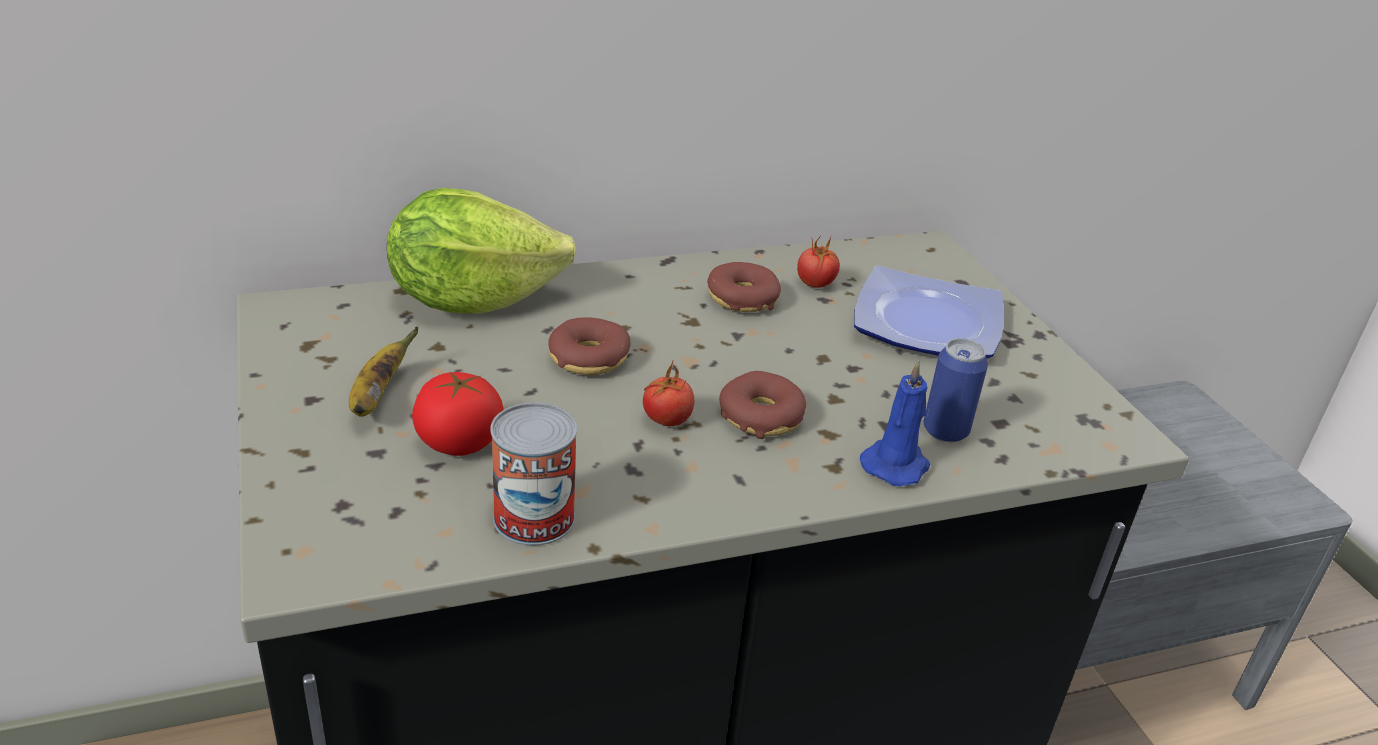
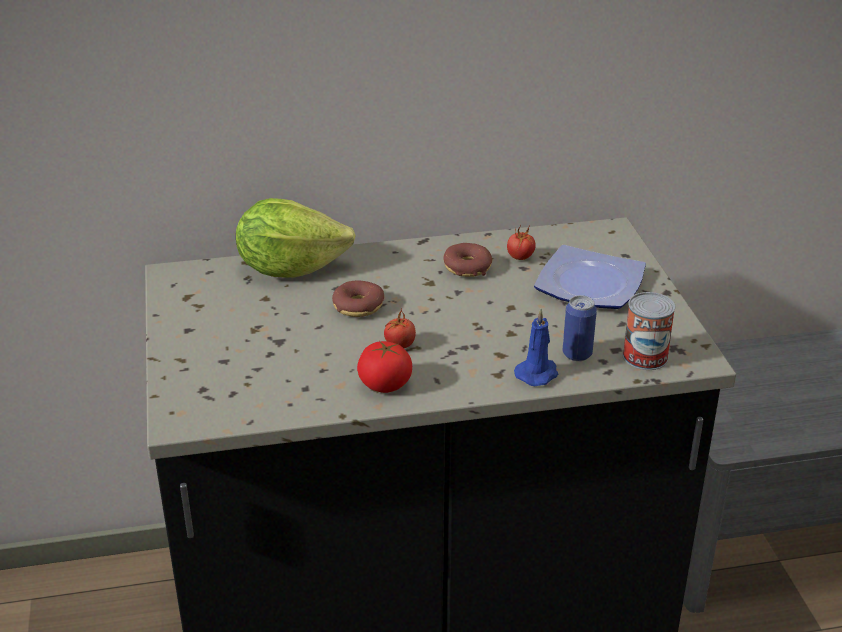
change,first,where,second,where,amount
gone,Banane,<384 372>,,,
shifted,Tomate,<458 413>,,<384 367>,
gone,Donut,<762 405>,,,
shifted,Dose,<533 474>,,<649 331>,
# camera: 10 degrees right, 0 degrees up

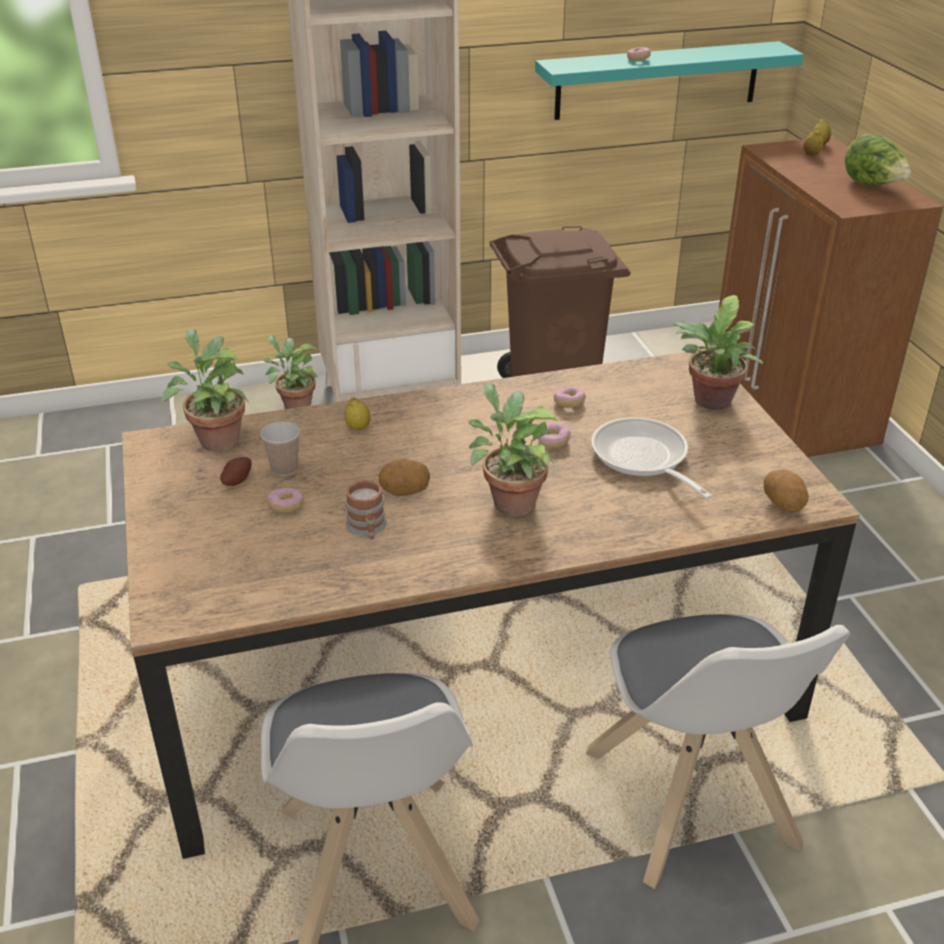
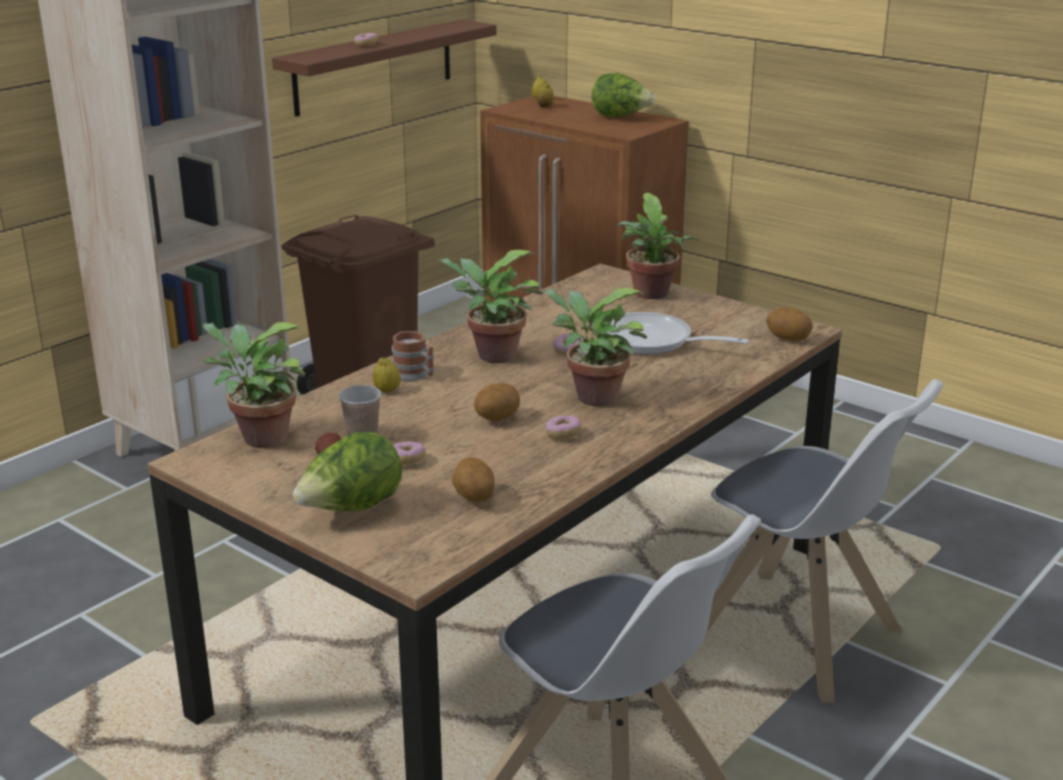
change,first,where,second,where,amount
repainted,Wandregal (türkis),<669 80>,Wandregal (braun),<384 68>,
shifted,Topfpflanze,<290 372>,,<490 306>,
shifted,Donut,<570 397>,,<563 427>,
shifted,Henkelbecher,<366 509>,,<413 356>,
new,,,Salatkopf,<347 471>,
new,,,Kartoffel,<473 479>,
# camera: 35 degrees left, 10 degrees down

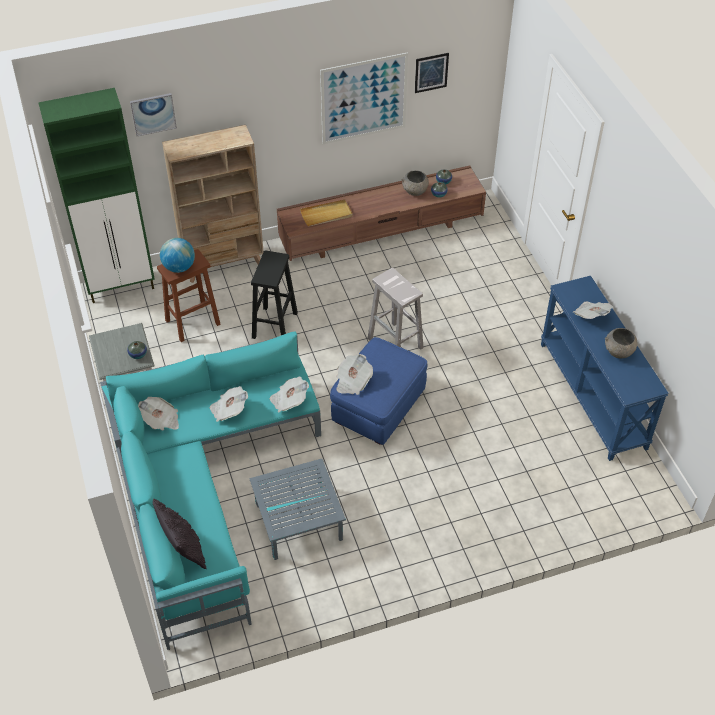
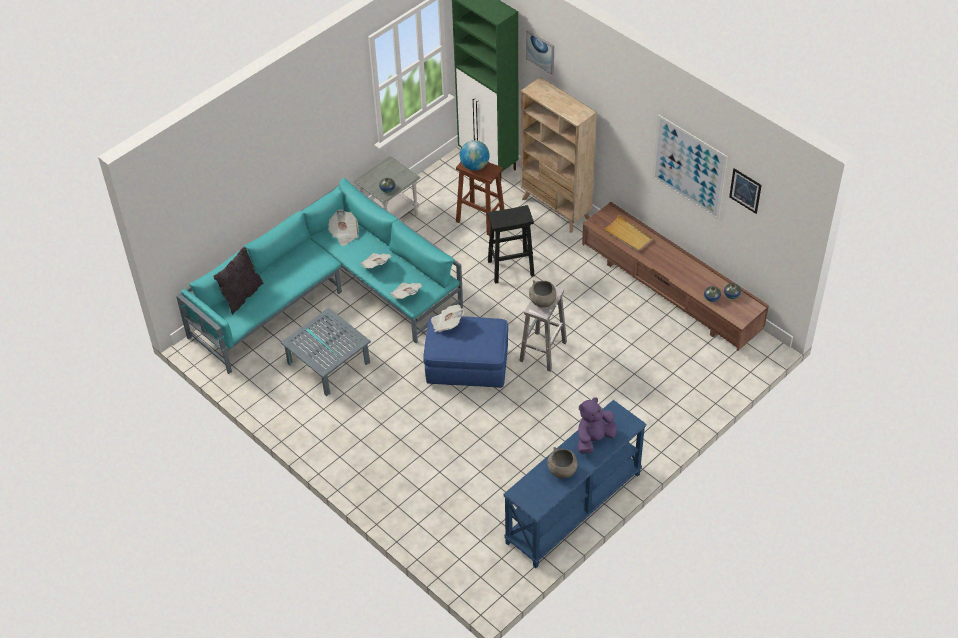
change,first,where,second,where,amount
shifted,Schüssel (grau),<415 183>,,<542 294>,
swapped,Zeitung,<593 310>,Plüschtier (lila),<597 425>,
# camera: 65 degrees right, 0 degrees up

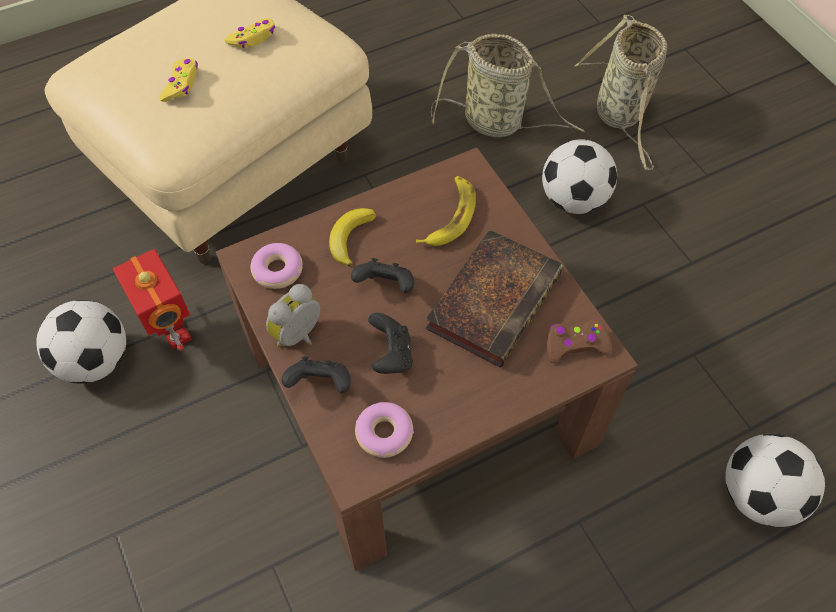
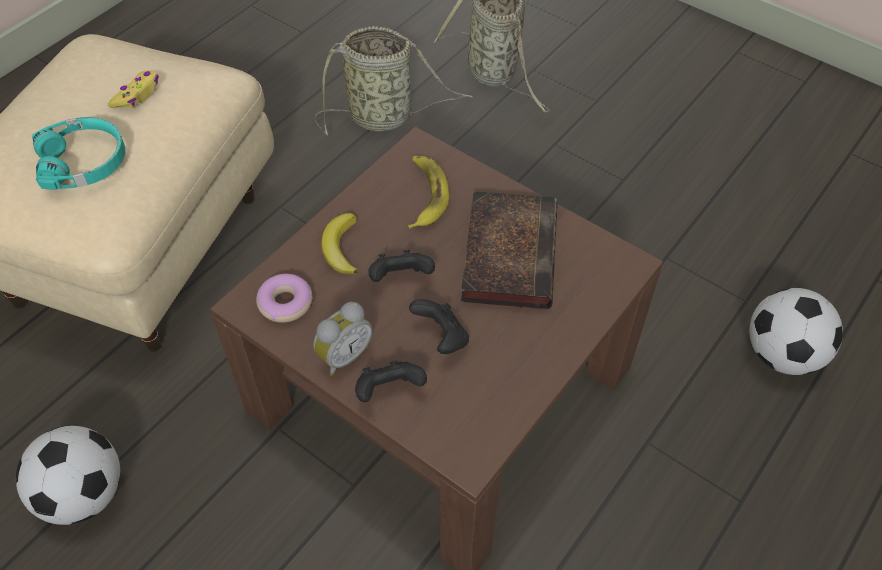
change,first,where,second,where,amount
swapped,Gamepad (gelb),<179 80>,Kopfhörer (türkis),<78 153>,
gone,Fußball,<579 176>,,,
gone,Spielzeugroboter,<152 300>,,,
rotated,Wecker,<293 315>,,<342 339>,150 degrees counterclockwise
gone,Gamepad (braun),<579 341>,,,
gone,Donut,<384 430>,,,
# camera: 25 degrees left, 5 degrees down

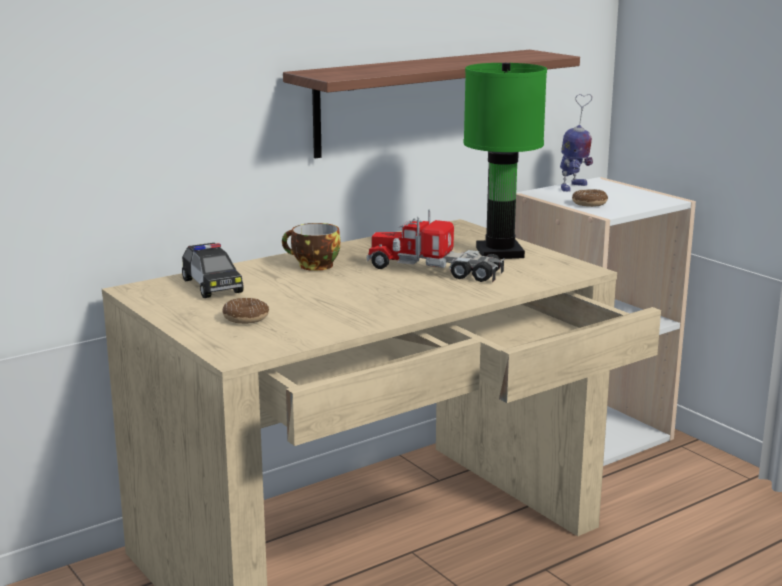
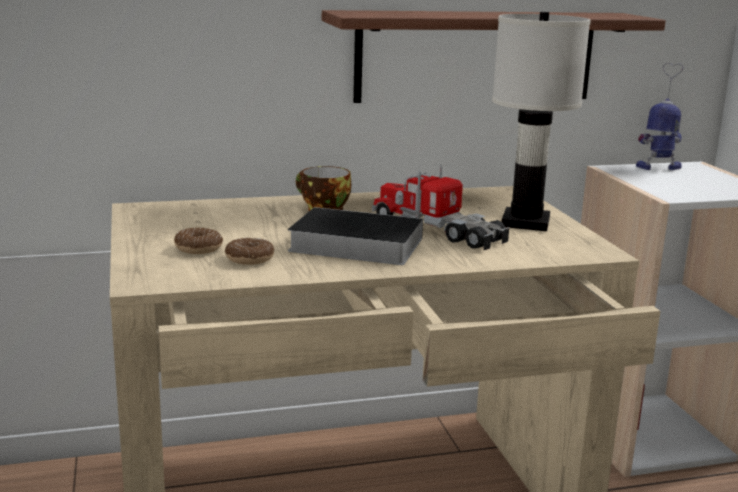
change,first,where,second,where,amount
repainted,Tischlampe (grün),<505 161>,Tischlampe (weiß),<541 121>,
rotated,Spielzeugroboter,<576 143>,,<659 116>,150 degrees counterclockwise
shifted,Donut,<590 198>,,<249 251>,
gone,Spielzeugauto,<213 270>,,,
new,,,Buch,<355 236>,
# camera: 20 degrees right, 0 degrees up

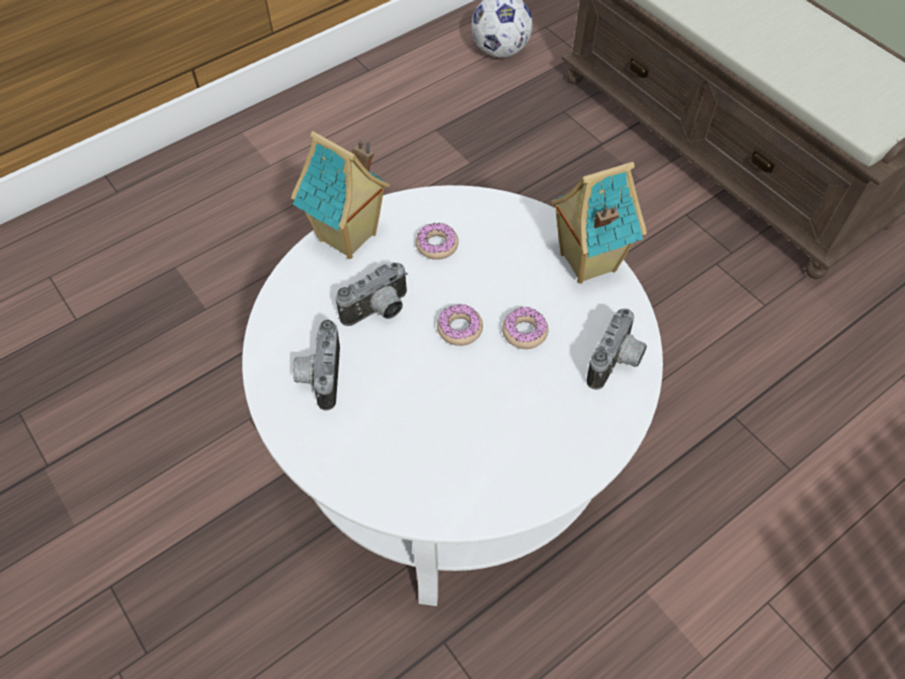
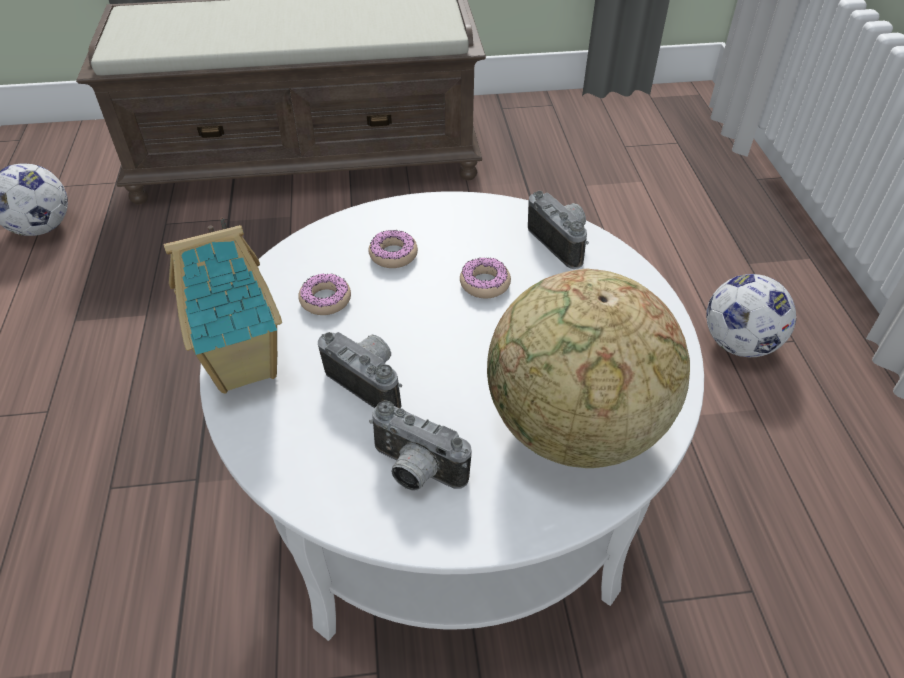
change,first,where,second,where,amount
gone,Spielzeughaus,<598 223>,,,
rotated,Kamera,<372 294>,,<360 370>,45 degrees counterclockwise
shifted,Donut,<460 325>,,<393 249>,
new,,,Globus,<588 368>,
new,,,Fußball,<751 315>,
# camera: 60 degrees left, 10 degrees down

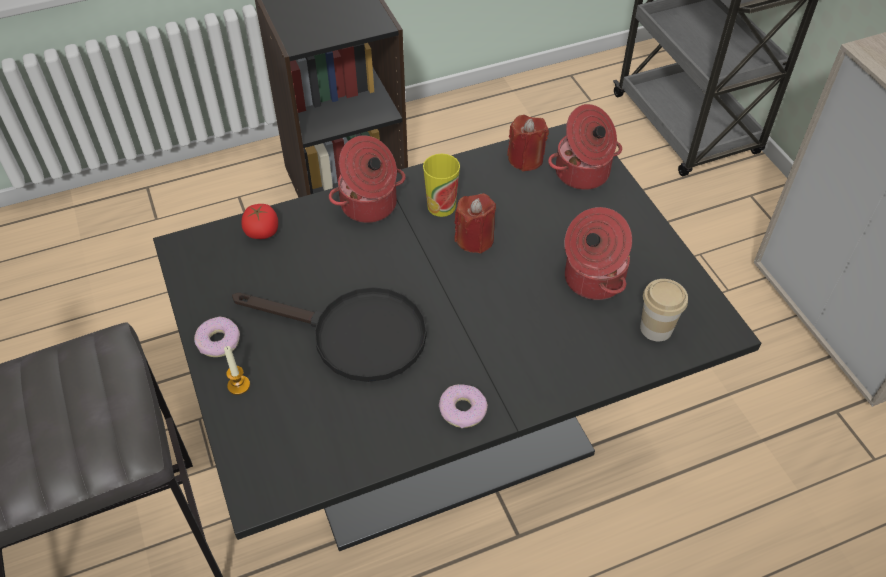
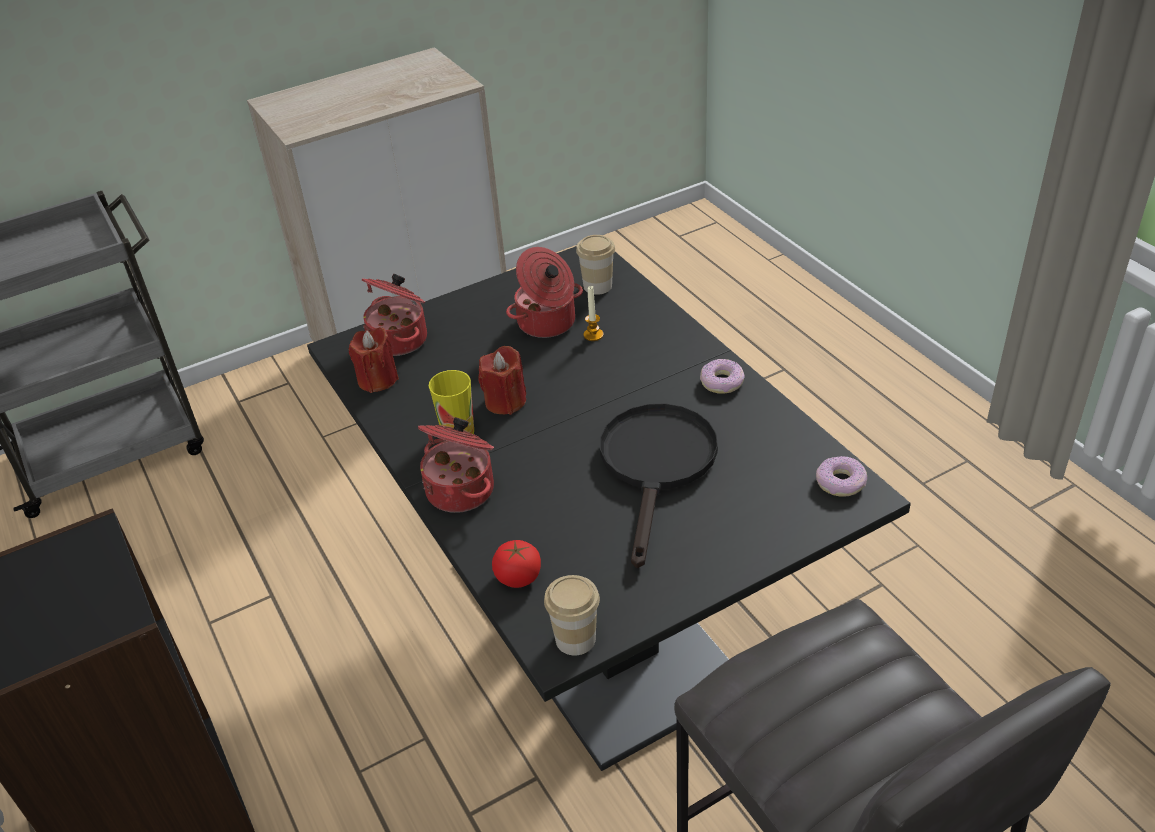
change,first,where,second,where,amount
shifted,Donut,<217 337>,,<841 476>,
shifted,Kerze,<237 370>,,<593 313>,
new,,,Tasse,<572 615>,
# camera: 95 degrees left, 10 degrees down

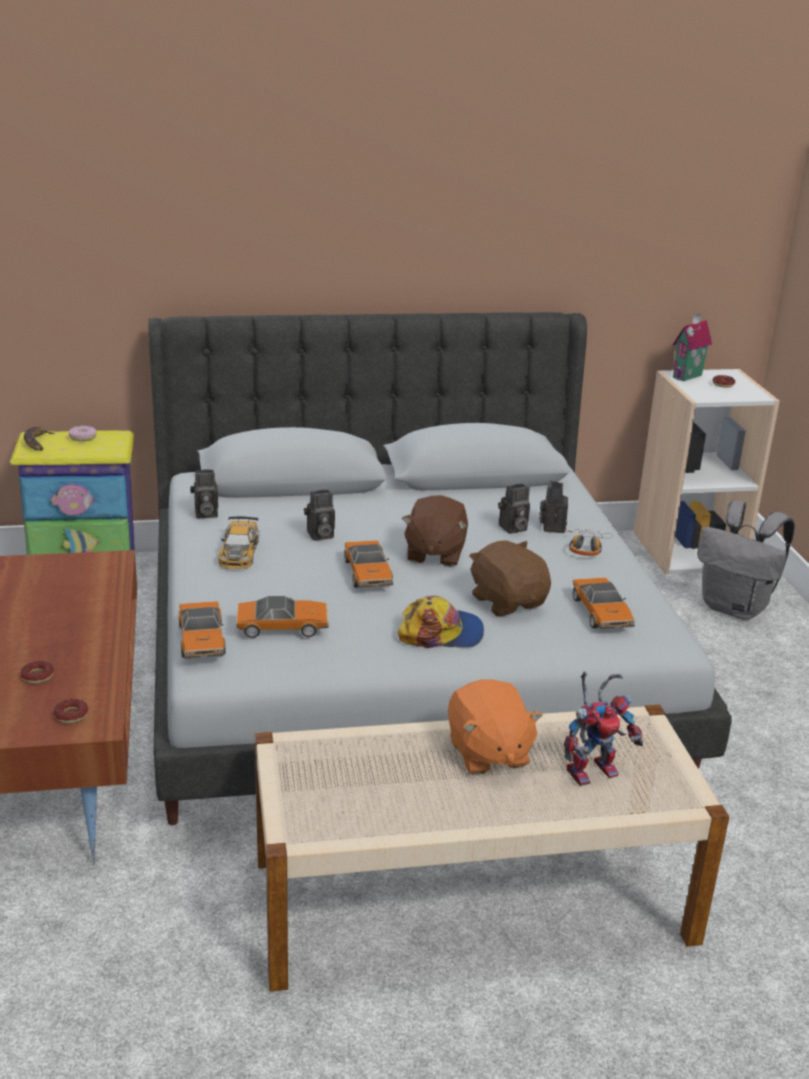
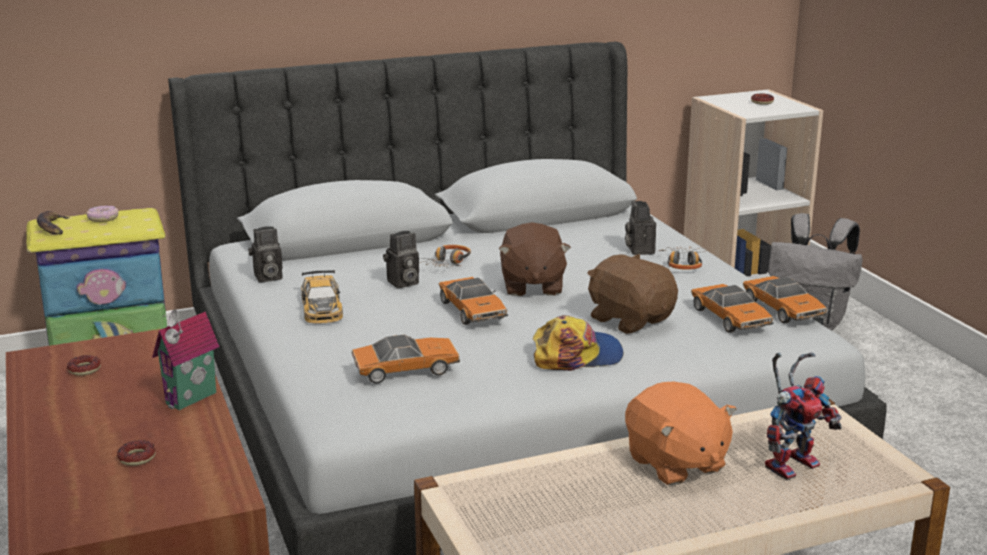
change,first,where,second,where,amount
shifted,Spielzeughaus,<692 347>,,<185 359>,
gone,Kamera,<514 509>,,,
shifted,Spielzeugauto,<202 629>,,<785 299>,
shifted,Donut,<71 711>,,<84 365>,
new,,,Kopfhörer,<445 256>,
# camera: 10 degrees left, 5 degrees down

